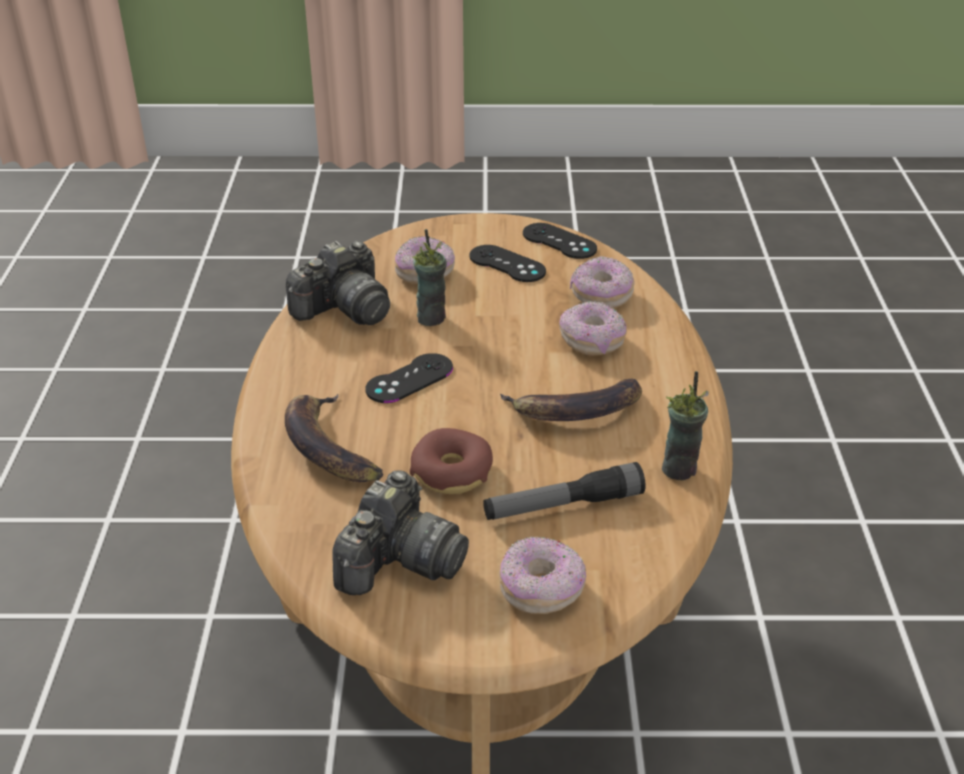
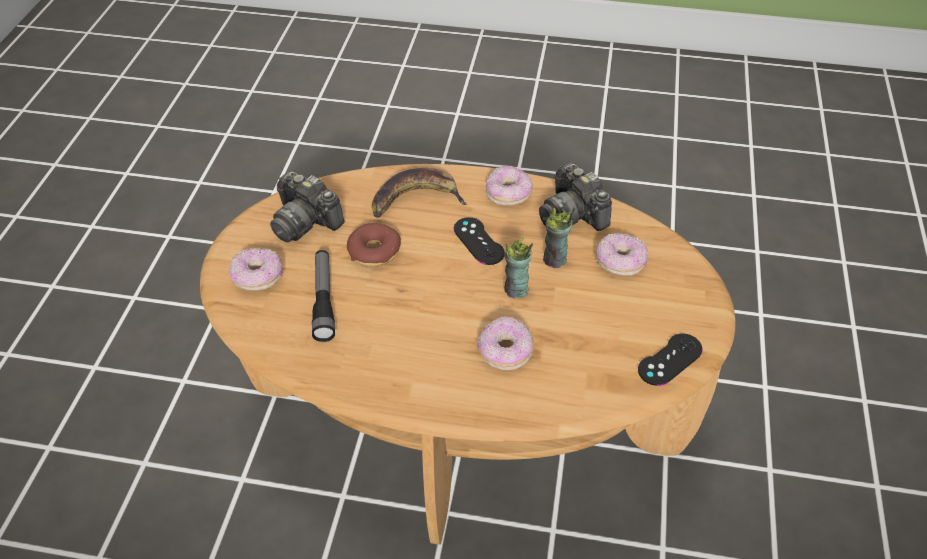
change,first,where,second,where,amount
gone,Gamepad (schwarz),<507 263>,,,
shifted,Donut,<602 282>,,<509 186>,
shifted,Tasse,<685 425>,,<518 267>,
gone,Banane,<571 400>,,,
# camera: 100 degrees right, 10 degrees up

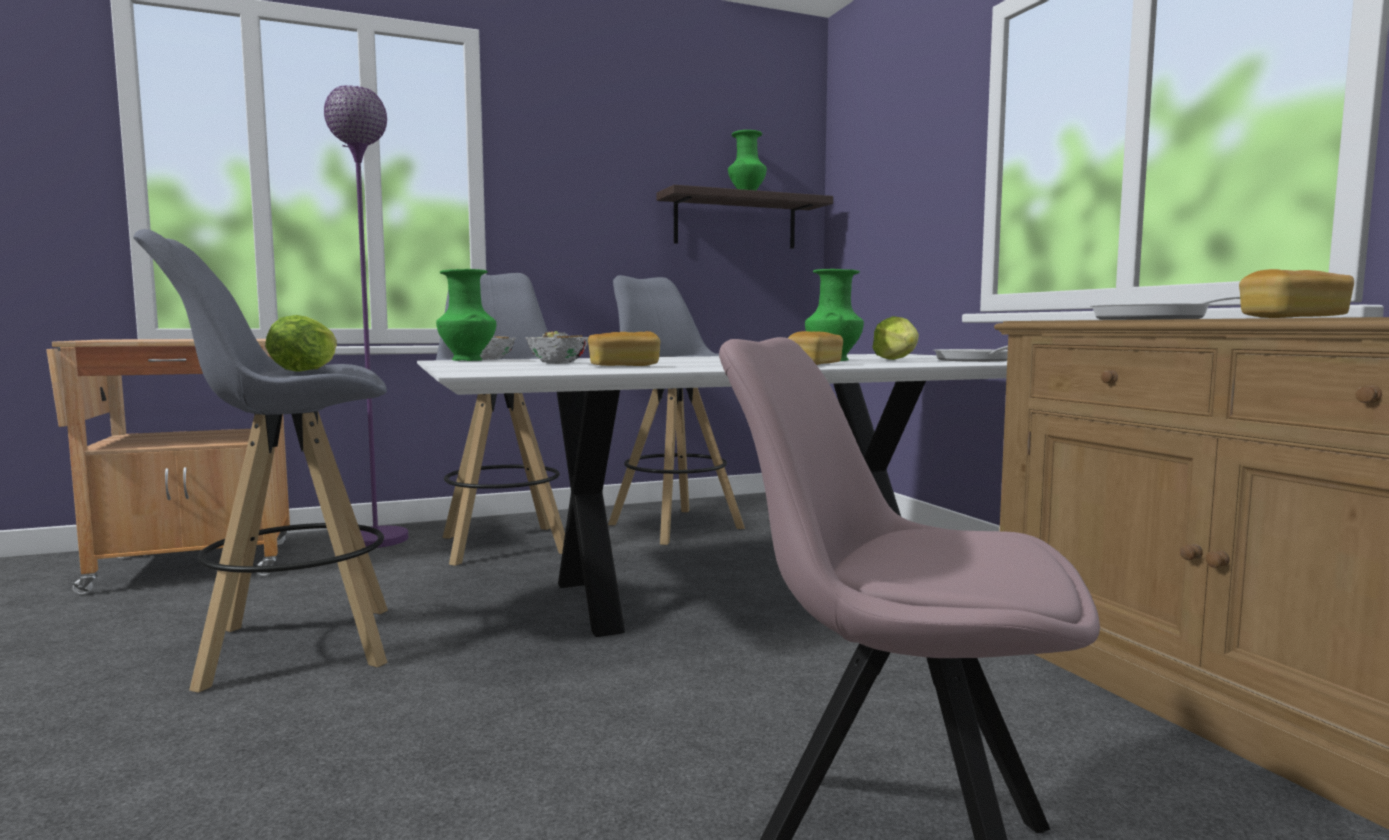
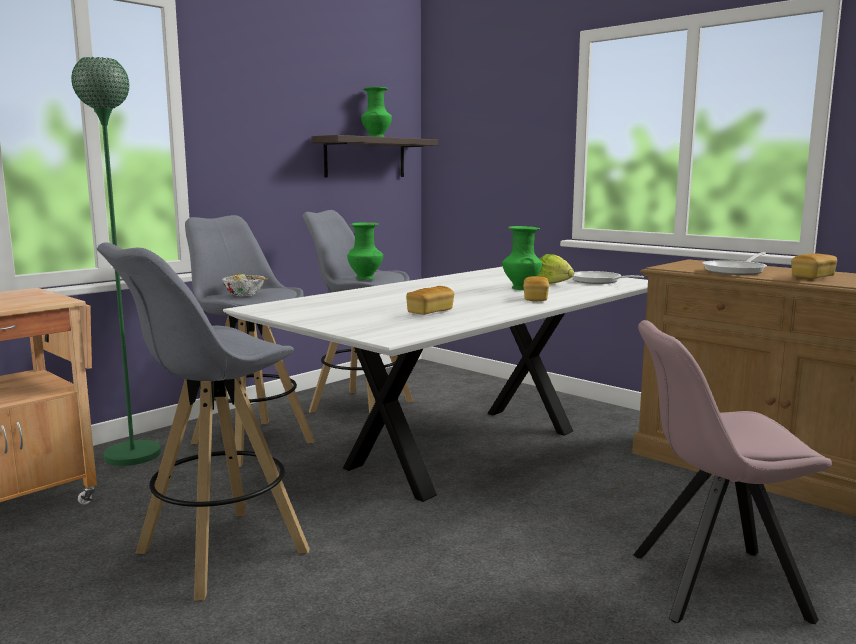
change,first,where,second,where,amount
repainted,Stehlampe (lila),<366 316>,Stehlampe (grün),<116 261>,
shifted,Vase (grün),<466 315>,,<365 251>,
gone,Salatkopf,<301 343>,,,
gone,Schüssel,<556 347>,,,
# camera: 25 degrees left, 5 degrees up

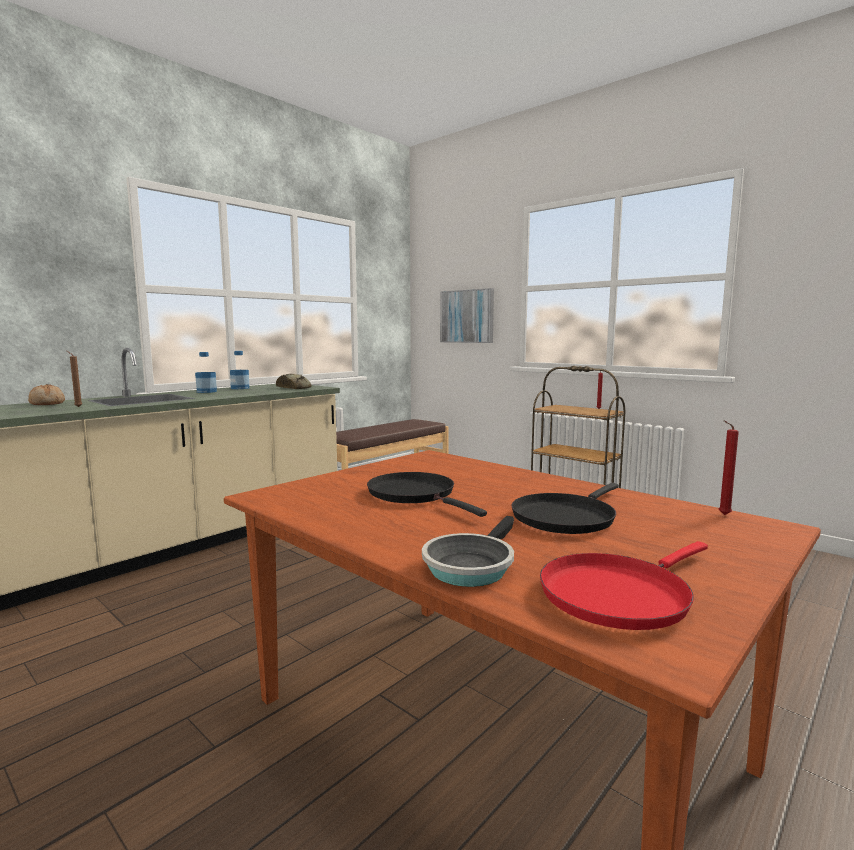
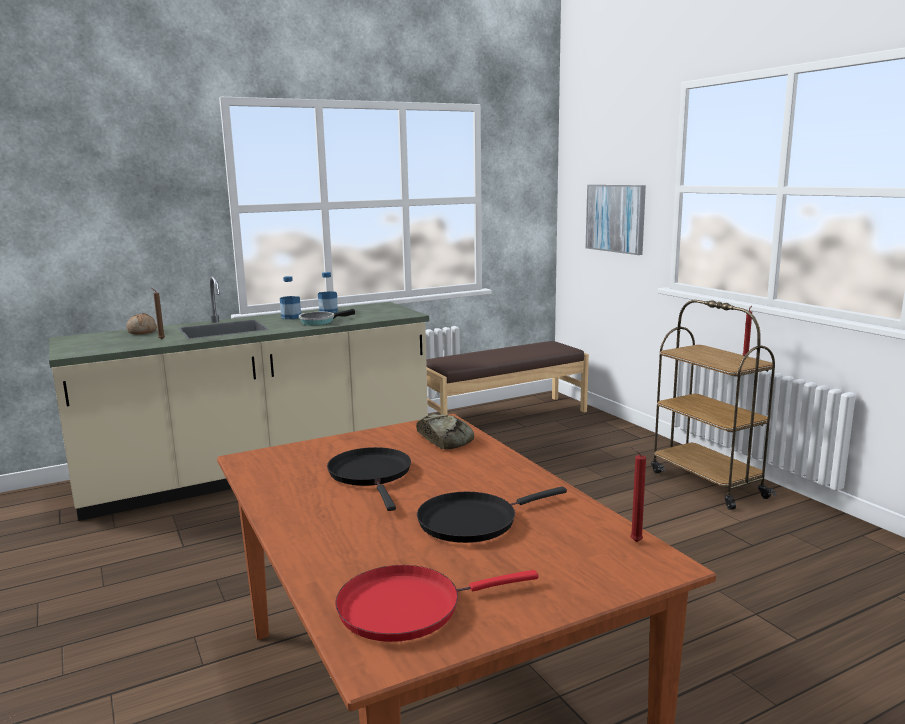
change,first,where,second,where,amount
shifted,Brot,<293 381>,,<445 431>,
shifted,Pfanne,<468 551>,,<327 317>,
# camera: 20 degrees right, 5 degrees up

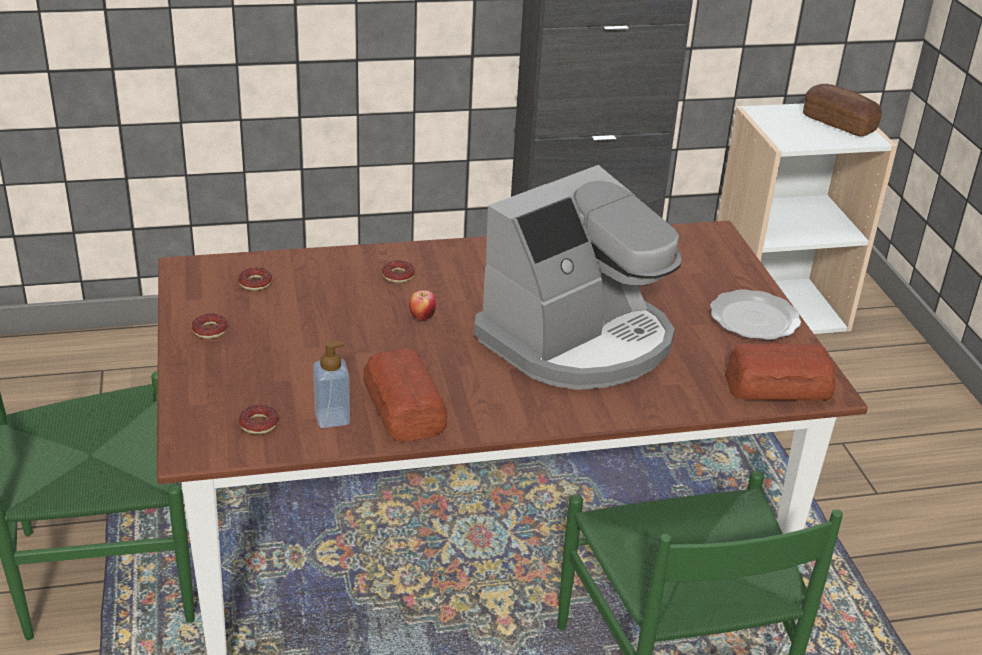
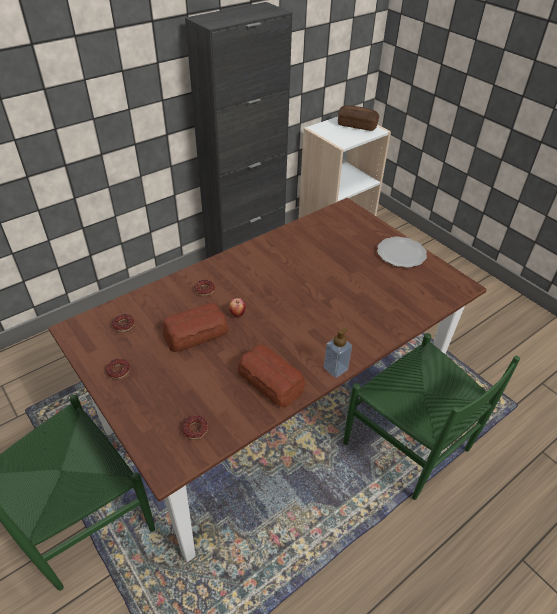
change,first,where,second,where,amount
gone,Kaffeemaschine,<578 277>,,,
shifted,Seifenspender,<331 385>,,<338 353>,
shifted,Brot,<780 372>,,<195 327>,
# camera: 25 degrees left, 10 degrees up

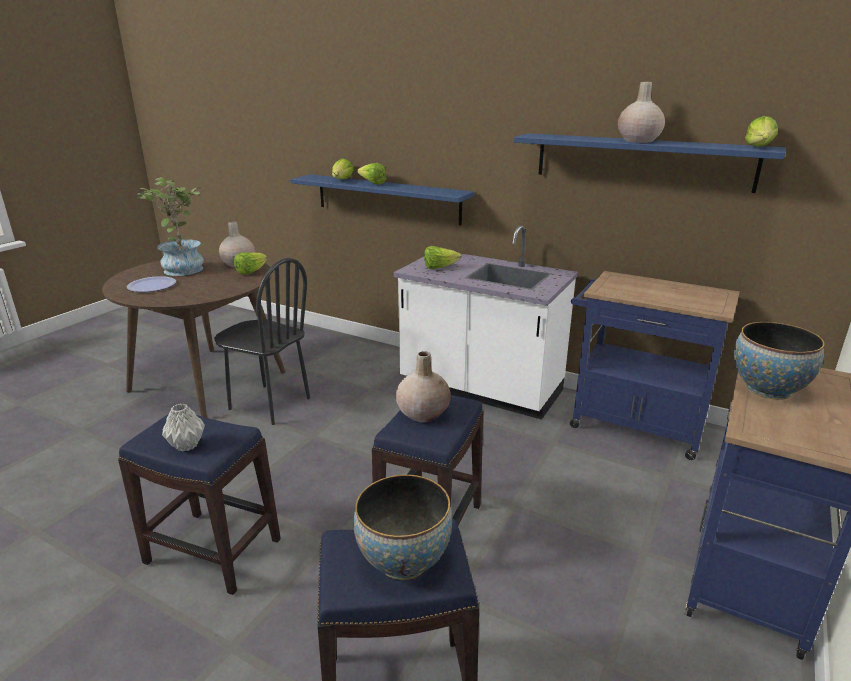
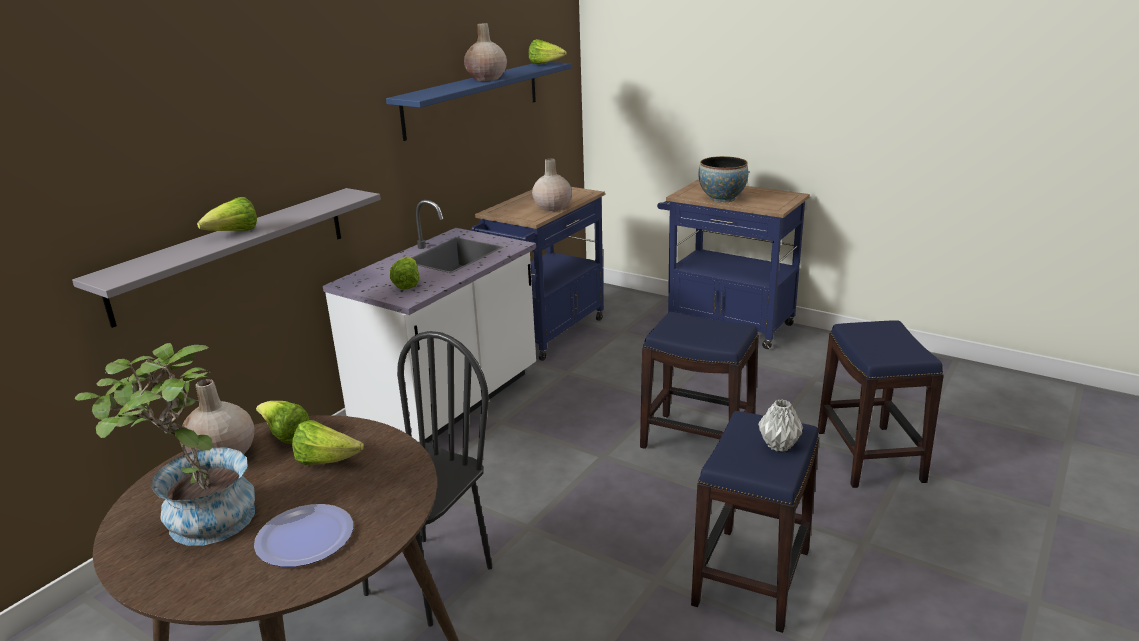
change,first,where,second,where,amount
shifted,Salatkopf,<343 169>,,<328 442>,
repainted,Wandregal (blau),<382 199>,Wandregal (grau),<226 258>,
shifted,Vase (beige),<423 386>,,<552 184>,
gone,Schüssel,<402 527>,,,
# camera: 85 degrees left, 0 degrees up

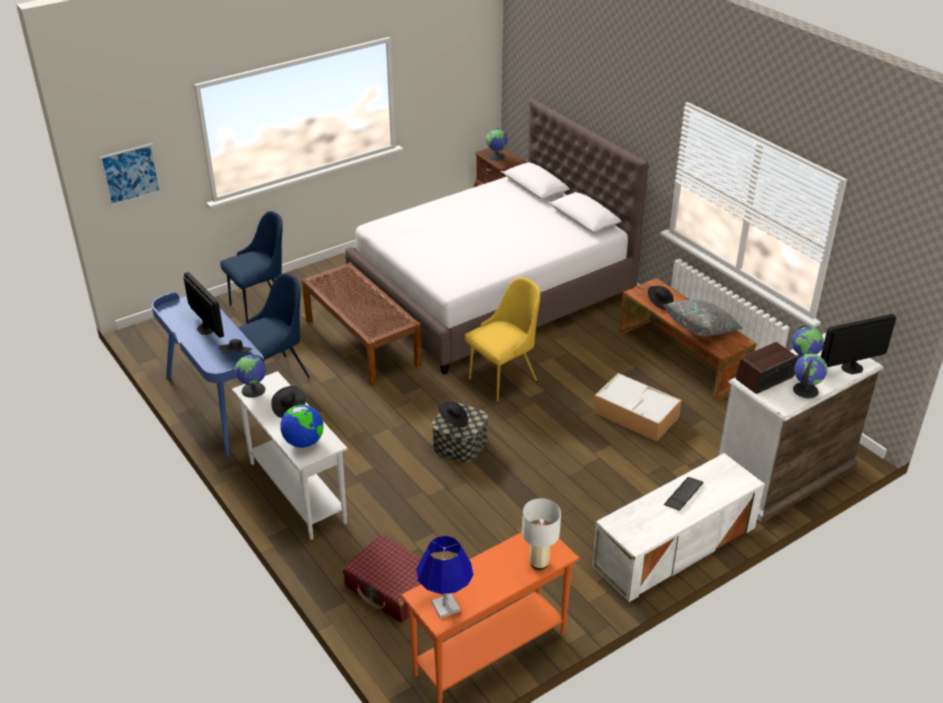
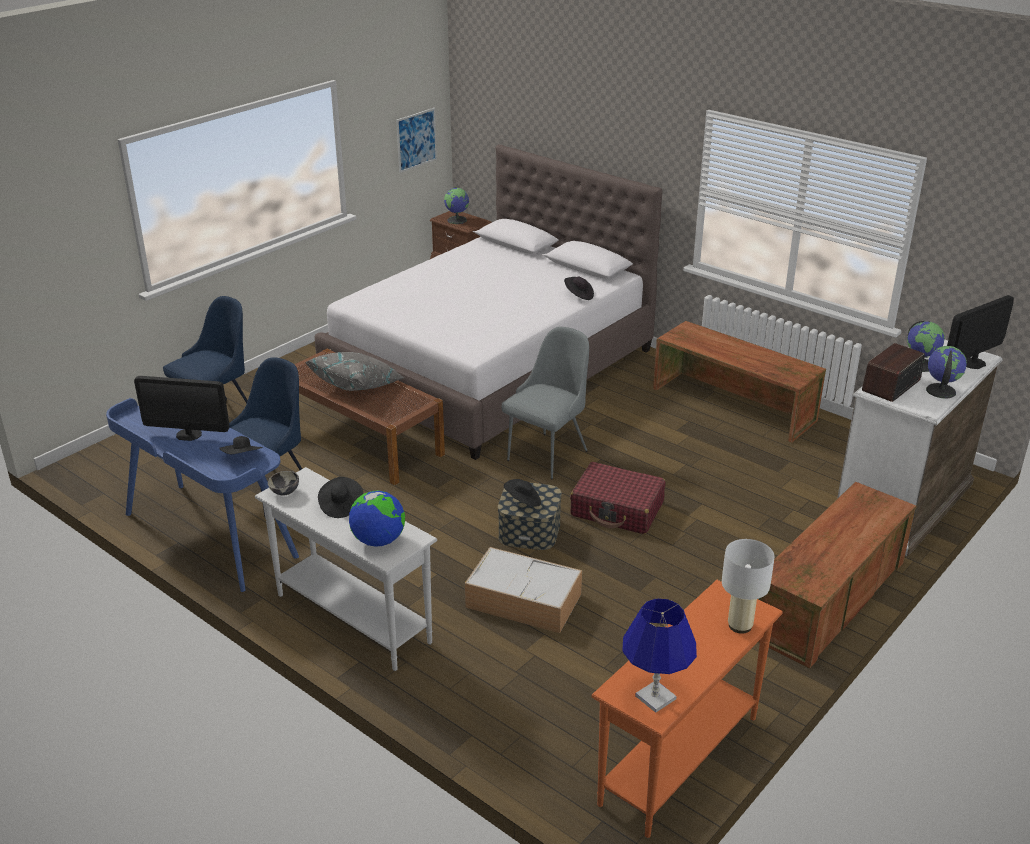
change,first,where,second,where,amount
shifted,Bild,<130 174>,,<416 140>,
rotated,Monitor,<203 305>,,<182 408>,150 degrees clockwise
repainted,Stuhl (gelb),<502 339>,Stuhl (grau),<545 403>,
shifted,Hut (schwarz),<661 298>,,<579 288>,
shifted,Kissen (grau),<703 318>,,<354 371>,
swapped,Globus,<250 376>,Schüssel,<283 483>,
shifted,Aufbewahrungsbox,<637 407>,,<523 590>,
repainted,Bank (weiß),<678 527>,Bank (braun),<837 575>,
gone,Tastatur,<683 494>,,,
shifted,Koffer (rot),<382 578>,,<618 498>,
# camera: 15 degrees left, 5 degrees down

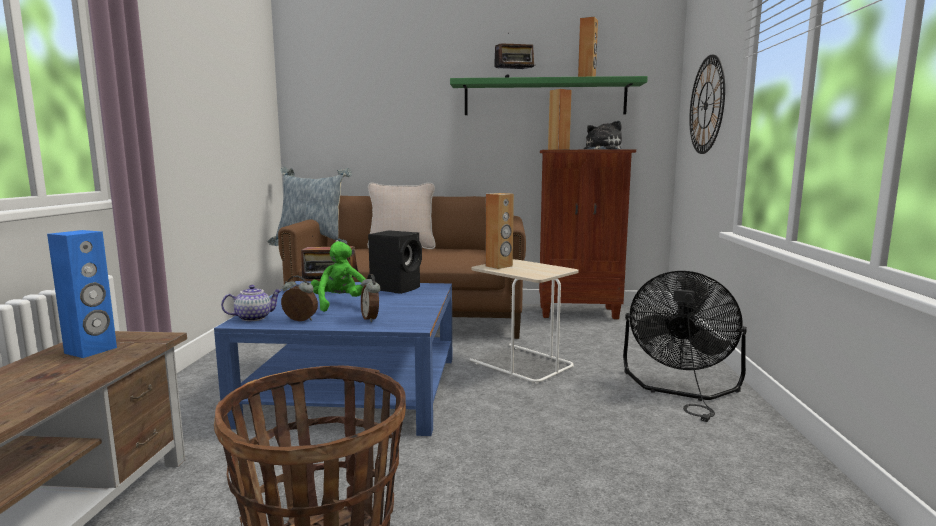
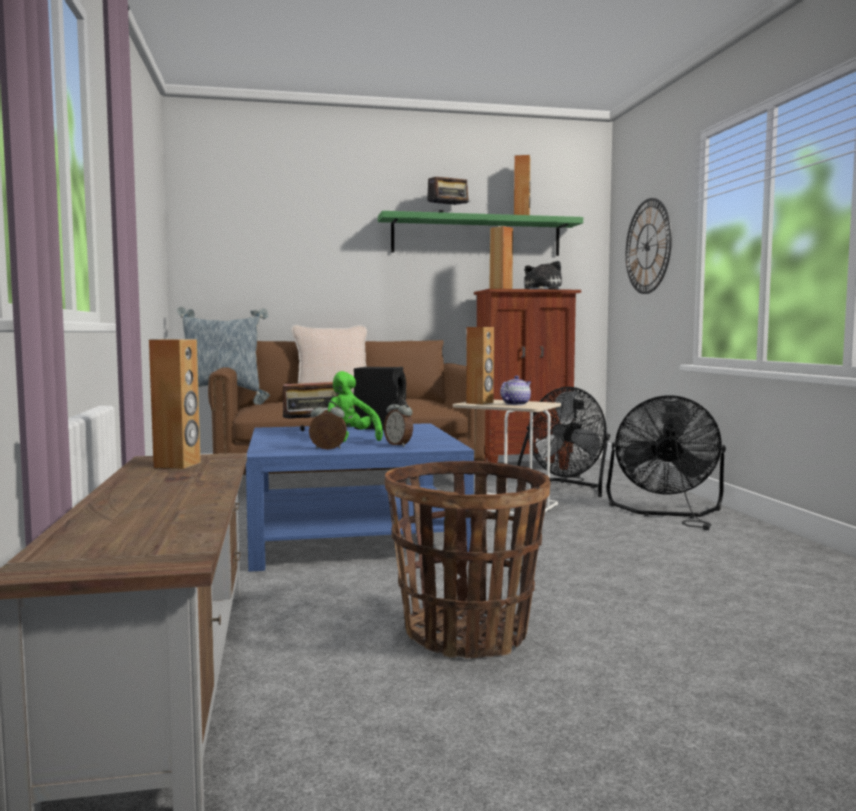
change,first,where,second,where,amount
repainted,Lautsprecher (blau),<82 294>,Lautsprecher (braun),<175 404>,
shifted,Teekanne,<251 303>,,<515 390>,
new,,,Ventilator (schwarz),<563 442>,
# camera: 15 degrees left, 5 degrees down

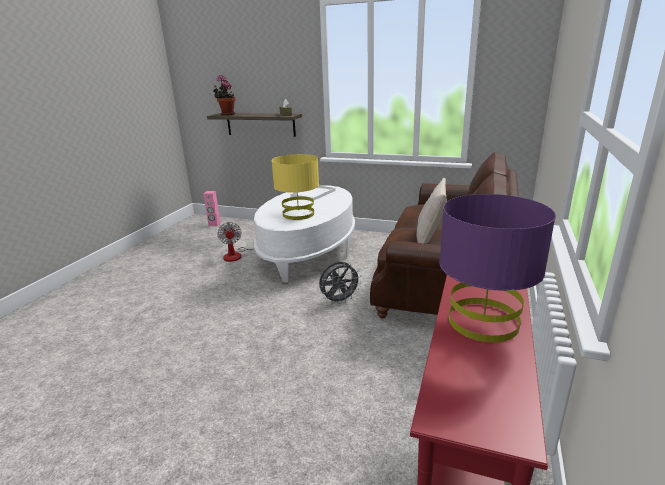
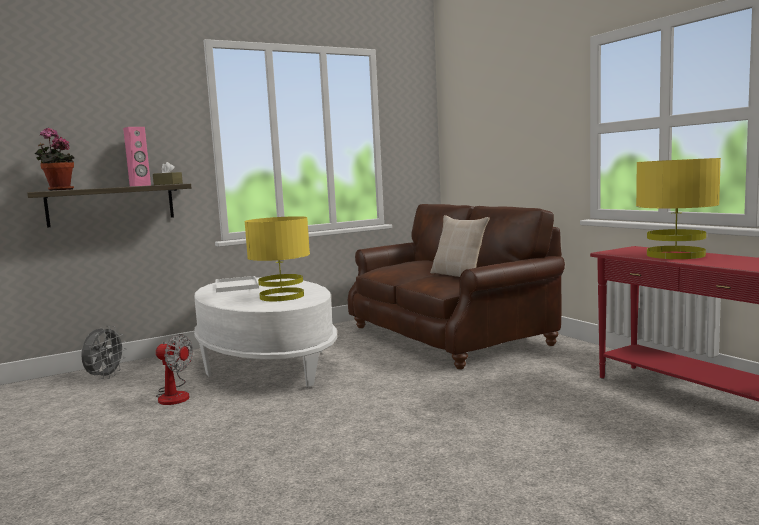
change,first,where,second,where,amount
shifted,Lautsprecher (rosa),<212 208>,,<137 156>,
repainted,Tischlampe (lila),<497 268>,Tischlampe (gelb),<678 208>,
shifted,Ventilator (grau),<340 283>,,<103 352>,
# camera: 50 degrees left, 15 degrees down

